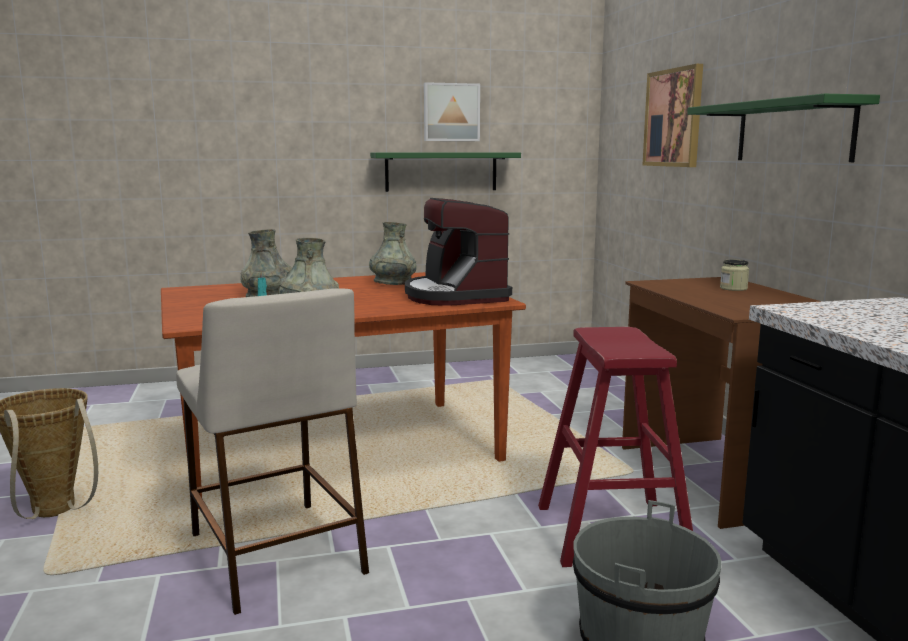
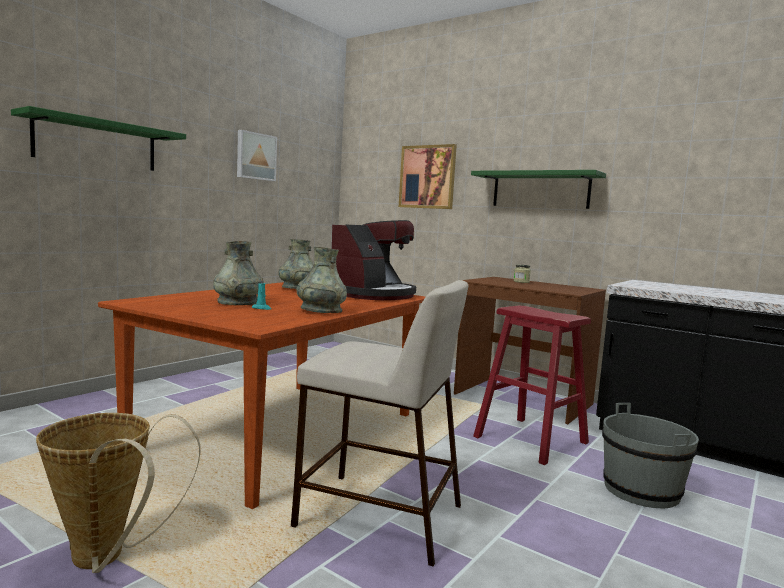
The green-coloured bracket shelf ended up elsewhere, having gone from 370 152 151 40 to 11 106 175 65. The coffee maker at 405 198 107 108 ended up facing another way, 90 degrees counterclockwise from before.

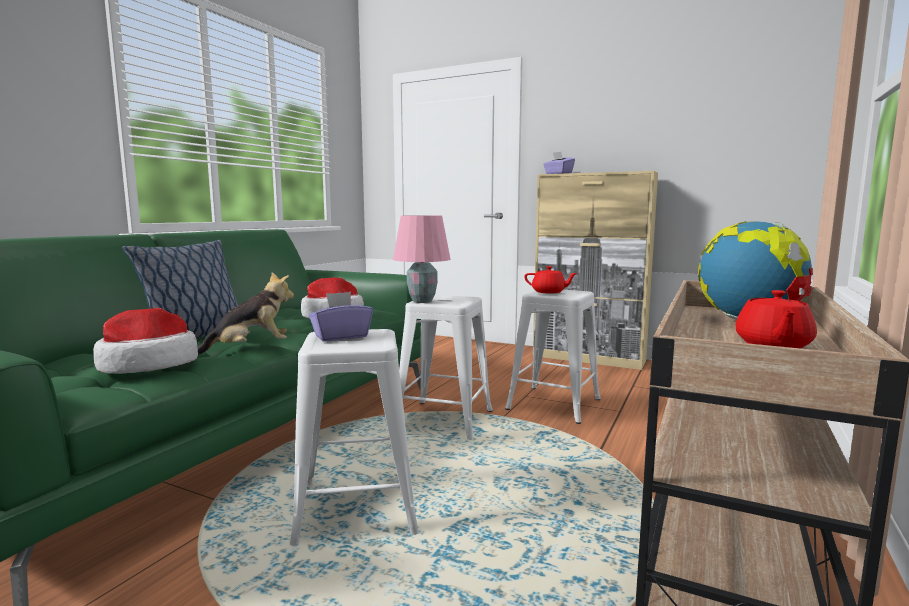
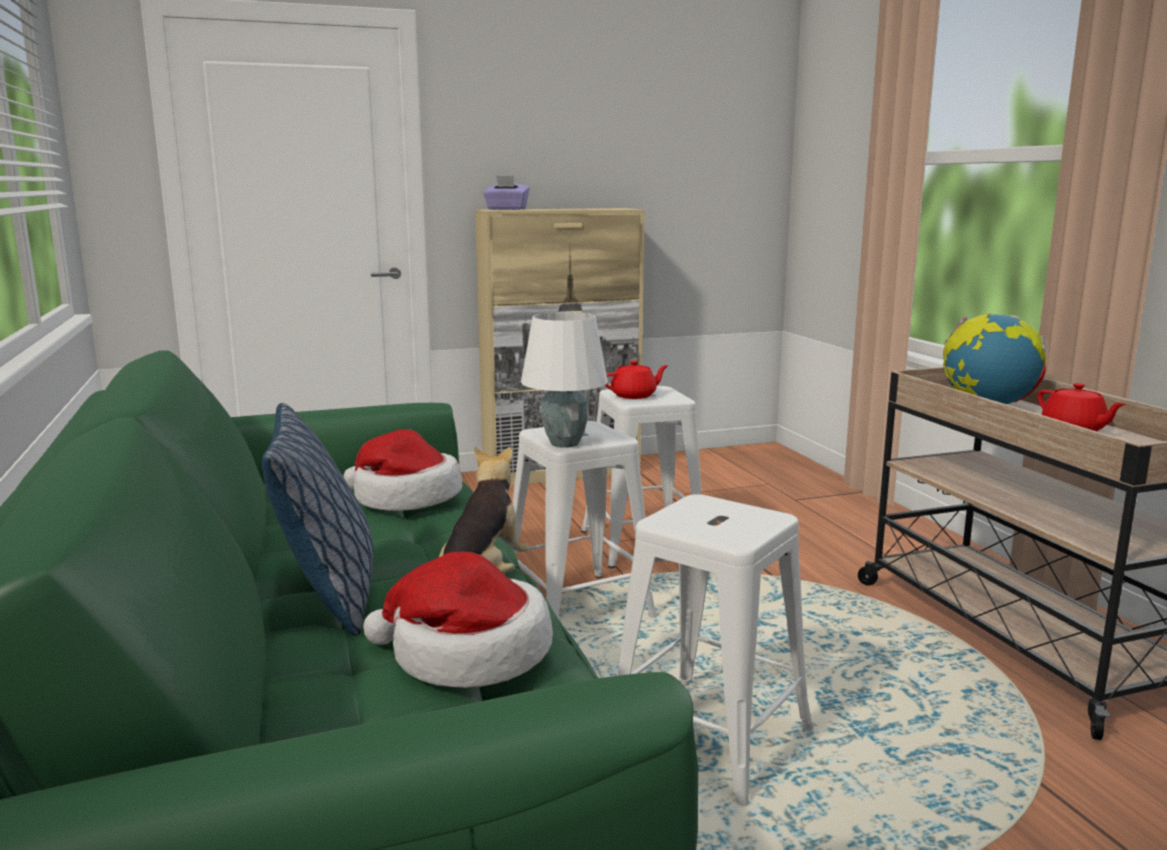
What was the pinkish table lamp at 393 215 57 88 turned into the whitish table lamp at 521 312 87 136. The second view lost the purple-coloured box of tissues at 309 292 64 49.

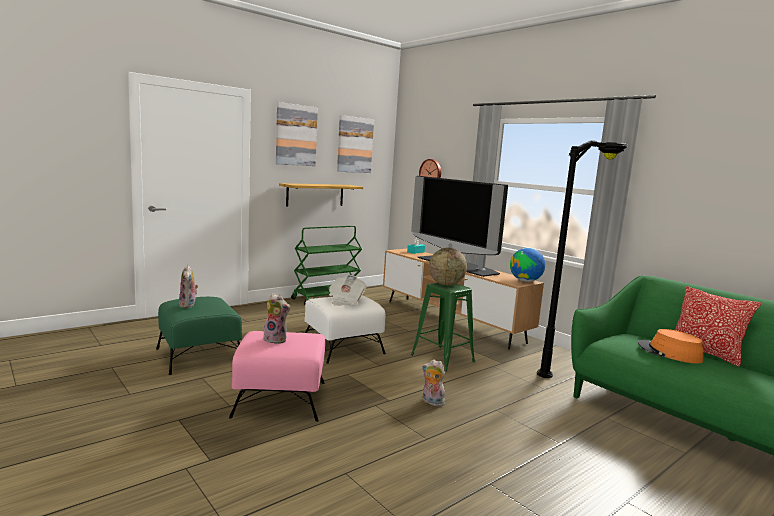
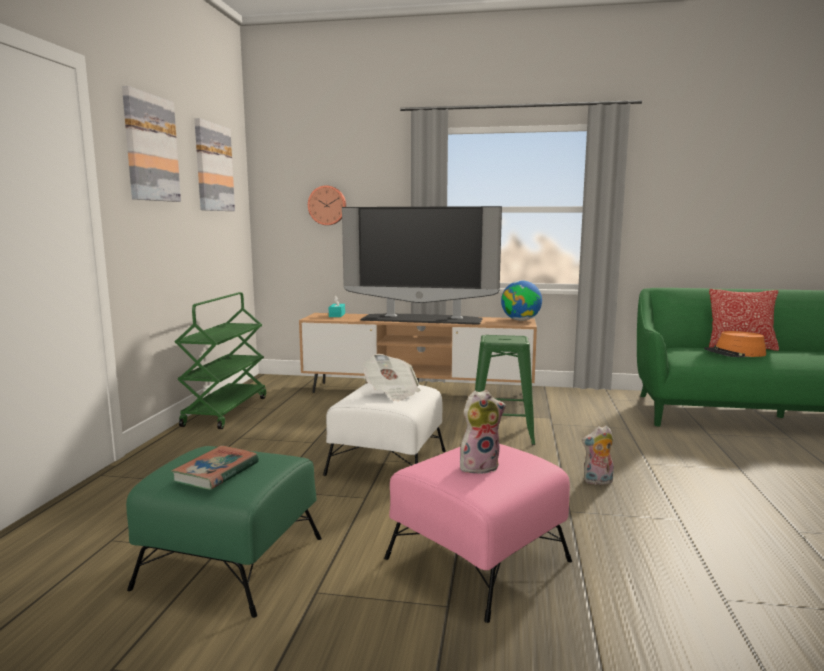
The second view lost the black-coloured floor lamp at 537 140 92 238. The second view lost the bracket shelf at 279 183 84 23. The second view lost the world globe at 429 248 38 38. Where the cuddly toy stood at 179 265 19 43, the bound book came to stand at 171 445 88 45.

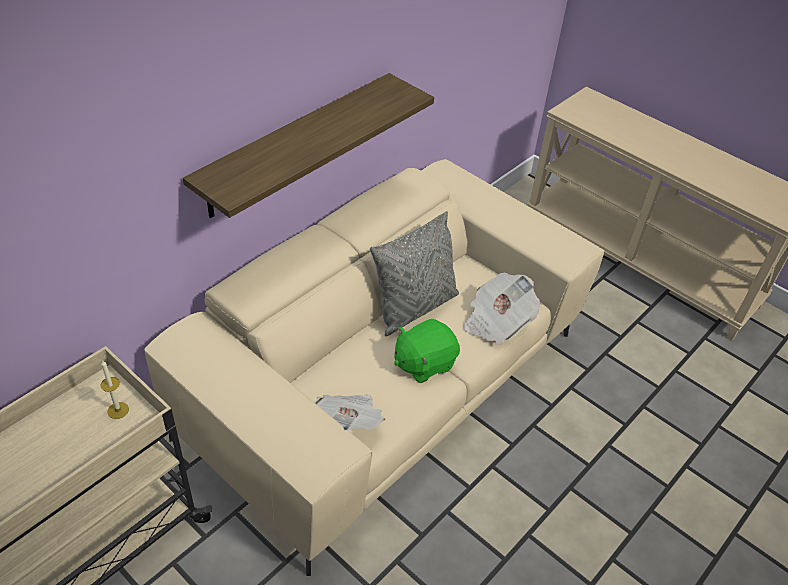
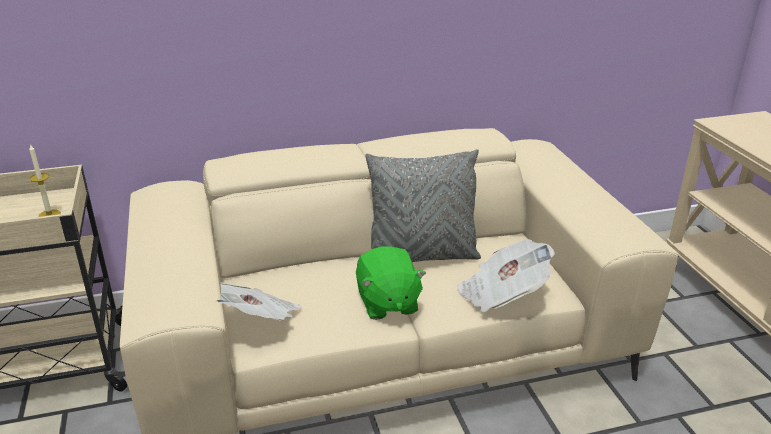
The second view lost the bracket shelf at 183 73 251 145. The green-coloured cuddly toy at 394 319 66 64 ended up facing another way, 105 degrees counterclockwise from before.

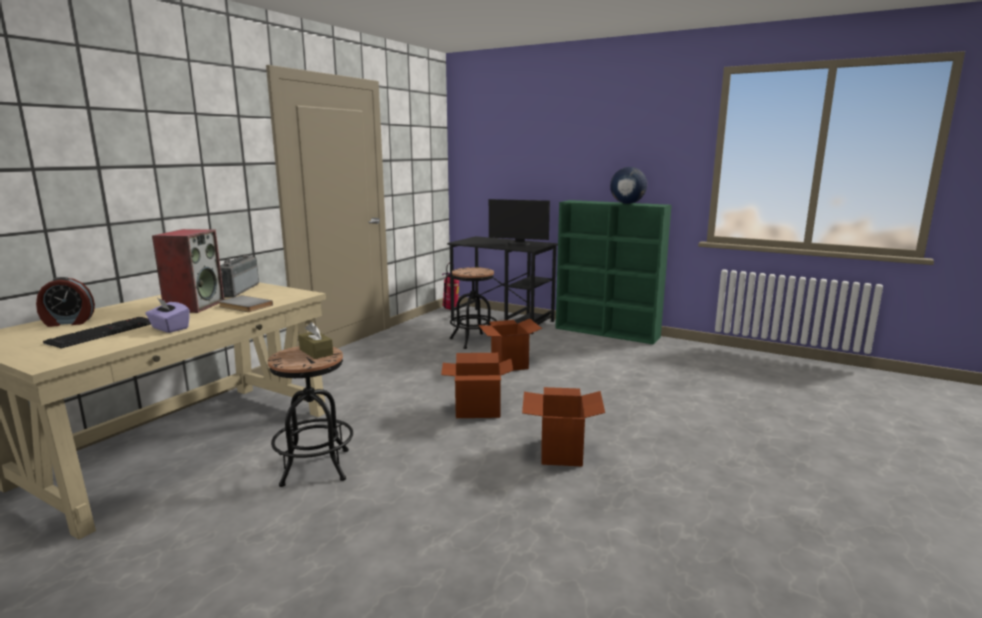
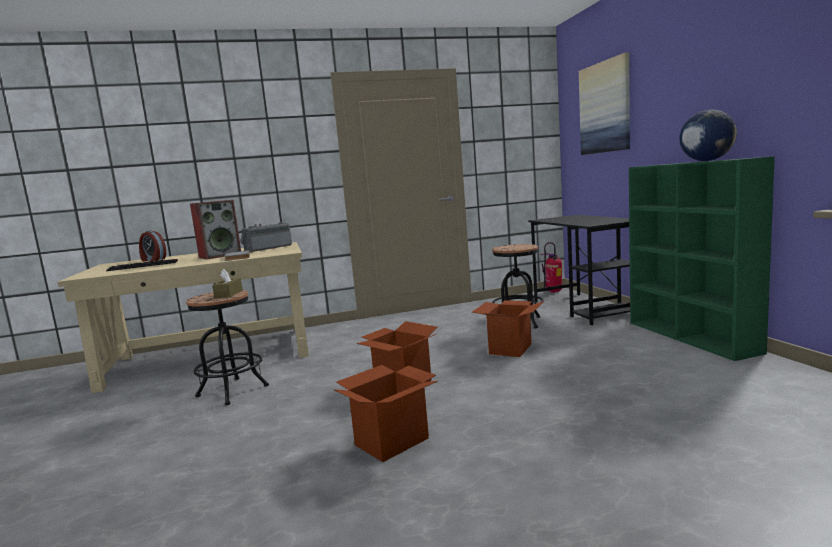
The second view lost the monitor at 489 199 61 47. The second view lost the purple-coloured box of tissues at 145 298 45 35. The second view gained the picture at 579 52 51 103.

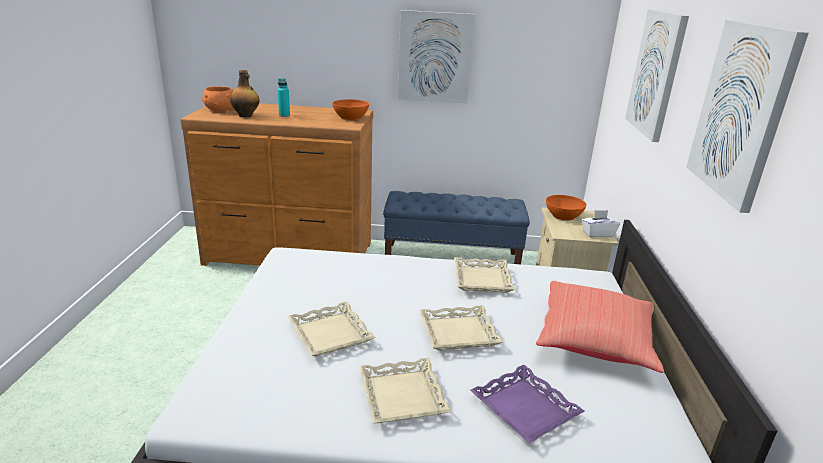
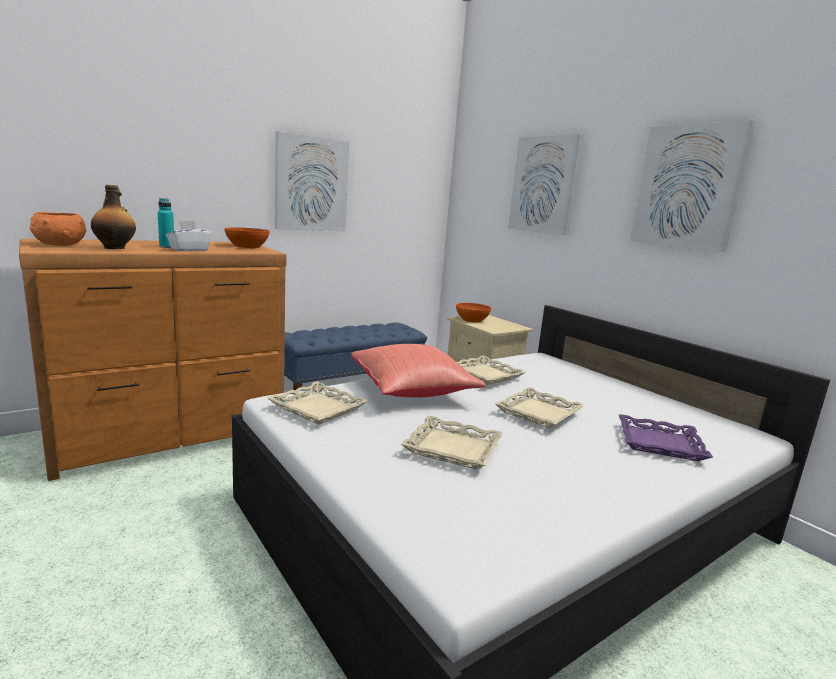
The whitish box of tissues ended up elsewhere, having gone from 582 210 38 28 to 166 220 46 31. The reddish throw pillow ended up elsewhere, having gone from 536 281 128 92 to 351 344 135 54. The sand-coloured serving tray ended up elsewhere, having gone from 359 358 93 65 to 268 381 100 44.

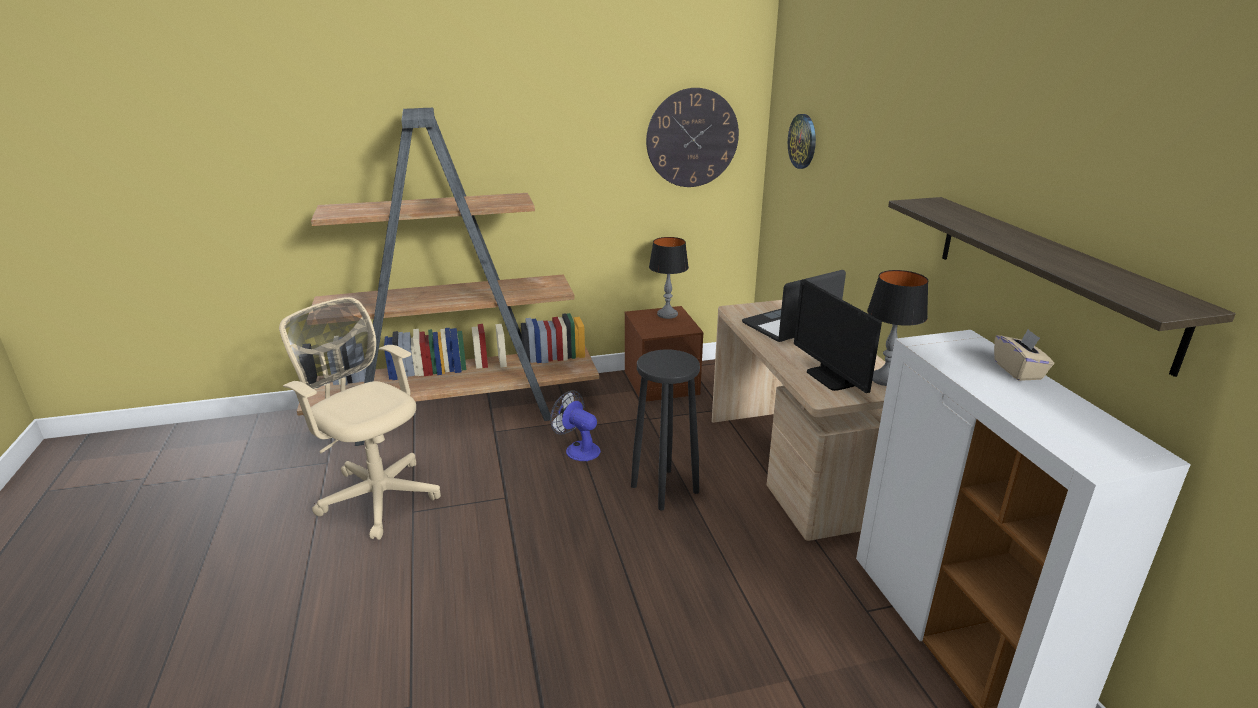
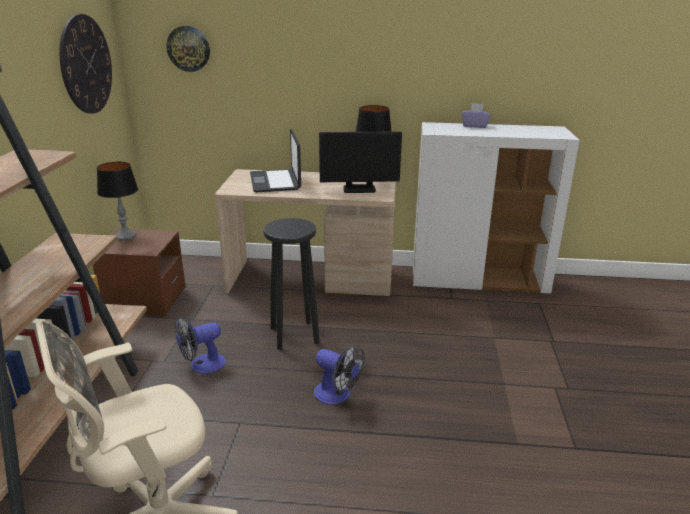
The second view lost the bracket shelf at 888 197 348 180. What was the sand-coloured box of tissues at 994 329 60 52 turned into the purple-coloured box of tissues at 462 103 29 25. The second view gained the cooling fan at 314 345 51 60.

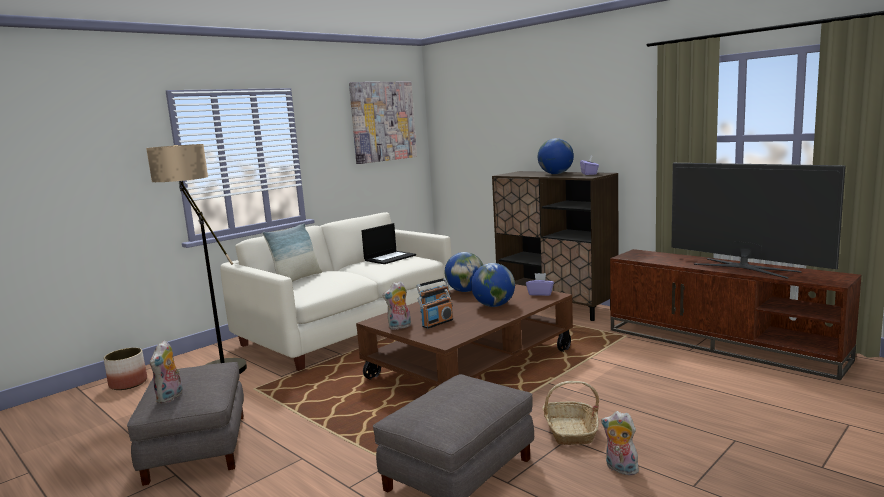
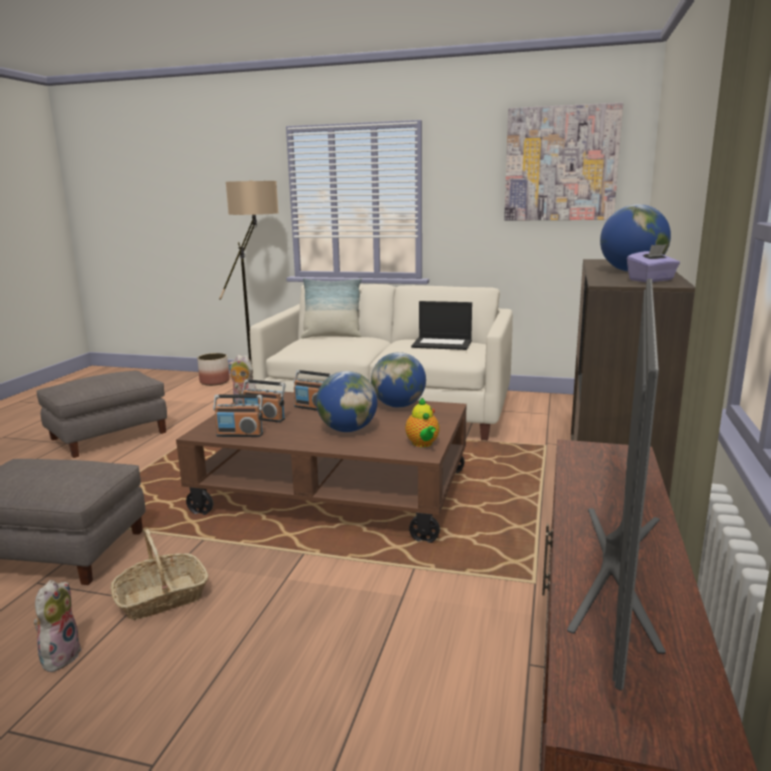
Where the purple-coloured box of tissues stood at 526 273 28 23, the teapot came to stand at 405 397 35 50. The second view lost the cuddly toy at 150 340 33 63. The second view gained the radio receiver at 213 395 50 42.

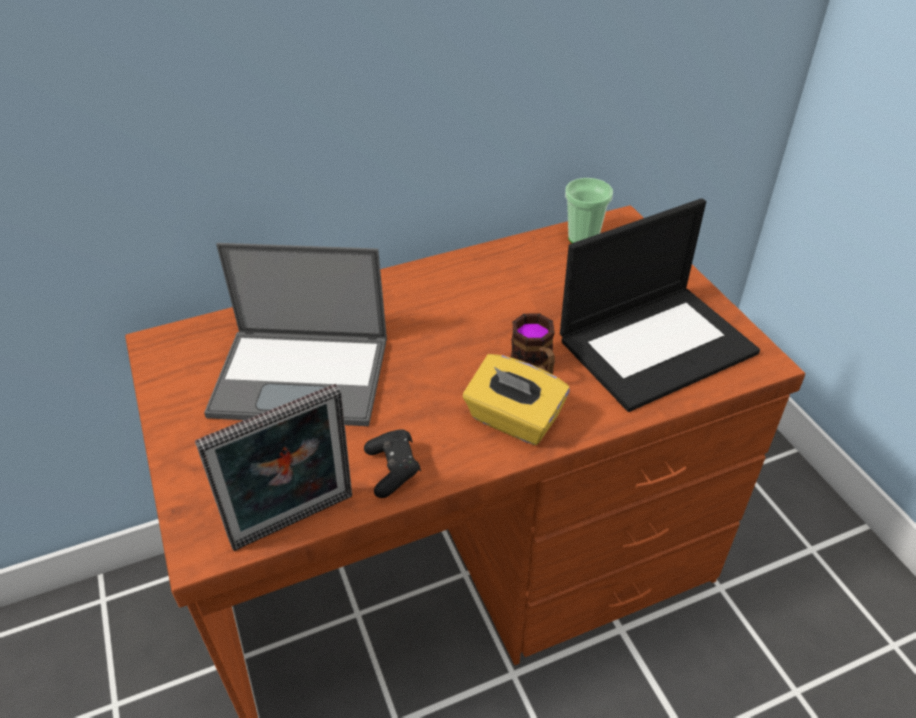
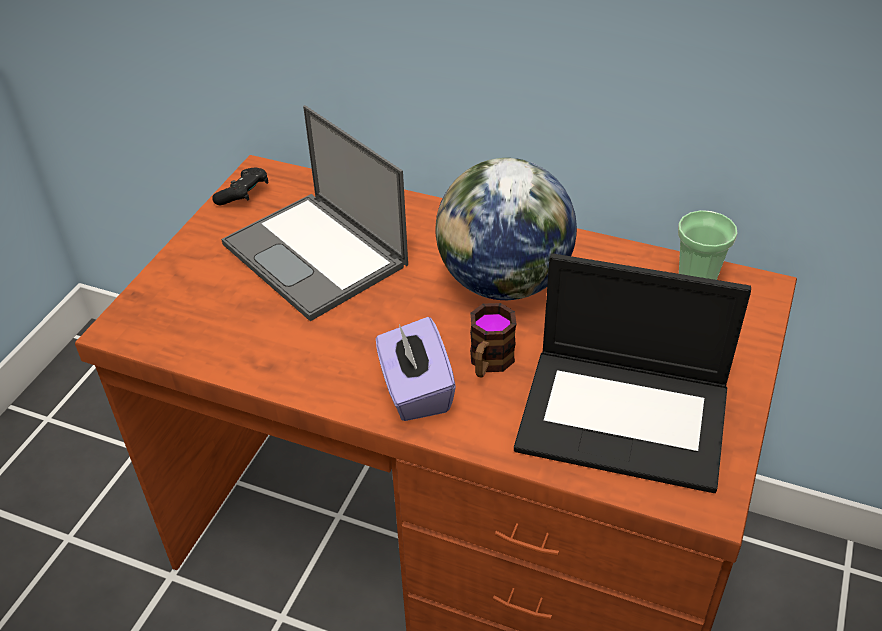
What was the yellowish box of tissues at 463 354 107 91 turned into the purple-coloured box of tissues at 376 317 80 104. The second view lost the standing frame at 195 384 157 167. The black-coloured joypad ended up elsewhere, having gone from 364 429 57 69 to 212 167 56 38. The second view gained the world globe at 435 158 142 142.

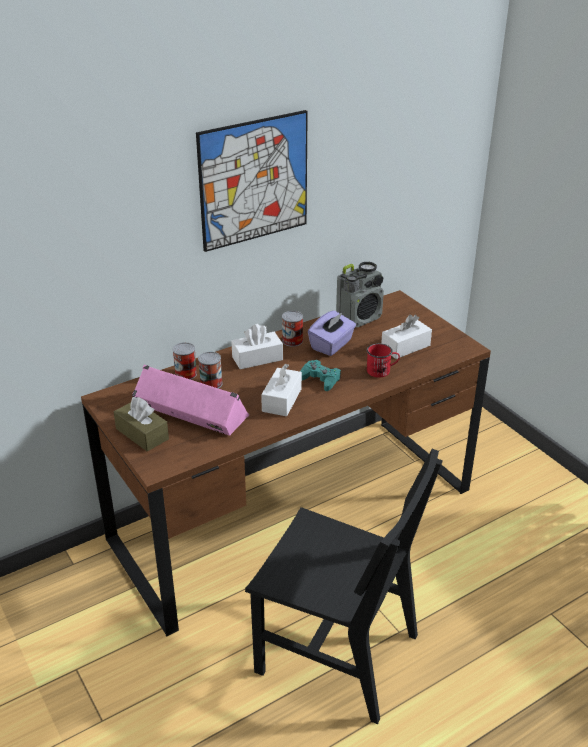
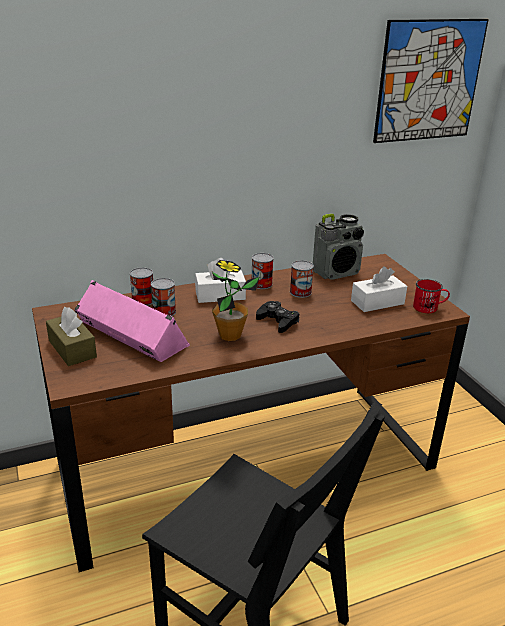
The picture ended up elsewhere, having gone from 196 110 112 142 to 373 19 116 124. Where the purple-coloured box of tissues stood at 308 310 48 46, the metal can came to stand at 290 260 24 38. The reddish mug ended up elsewhere, having gone from 367 343 33 35 to 413 279 37 34. What was the turquoise-coloured joypad at 300 360 41 31 turned into the black-coloured joypad at 256 301 43 32. Where the whitish box of tissues stood at 261 364 41 53, the houseplant came to stand at 212 260 47 81.

